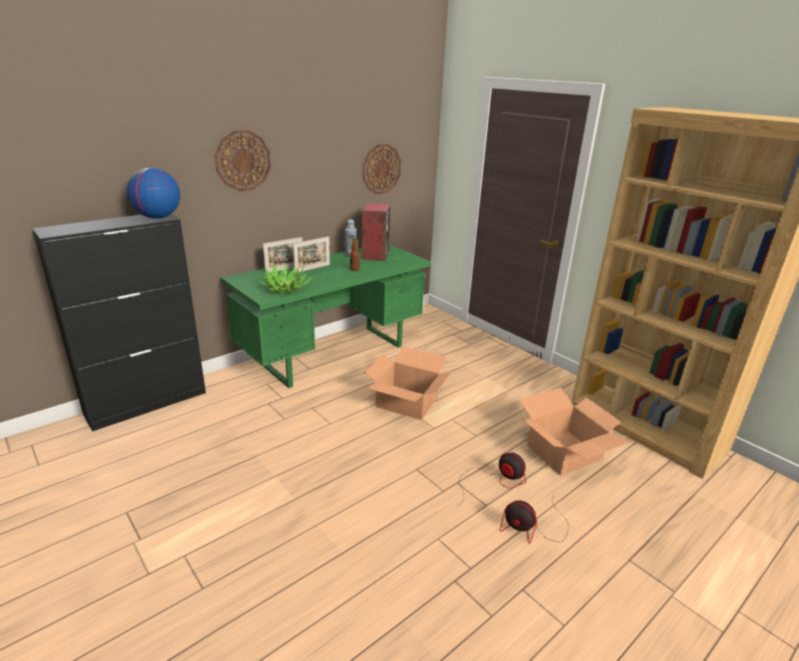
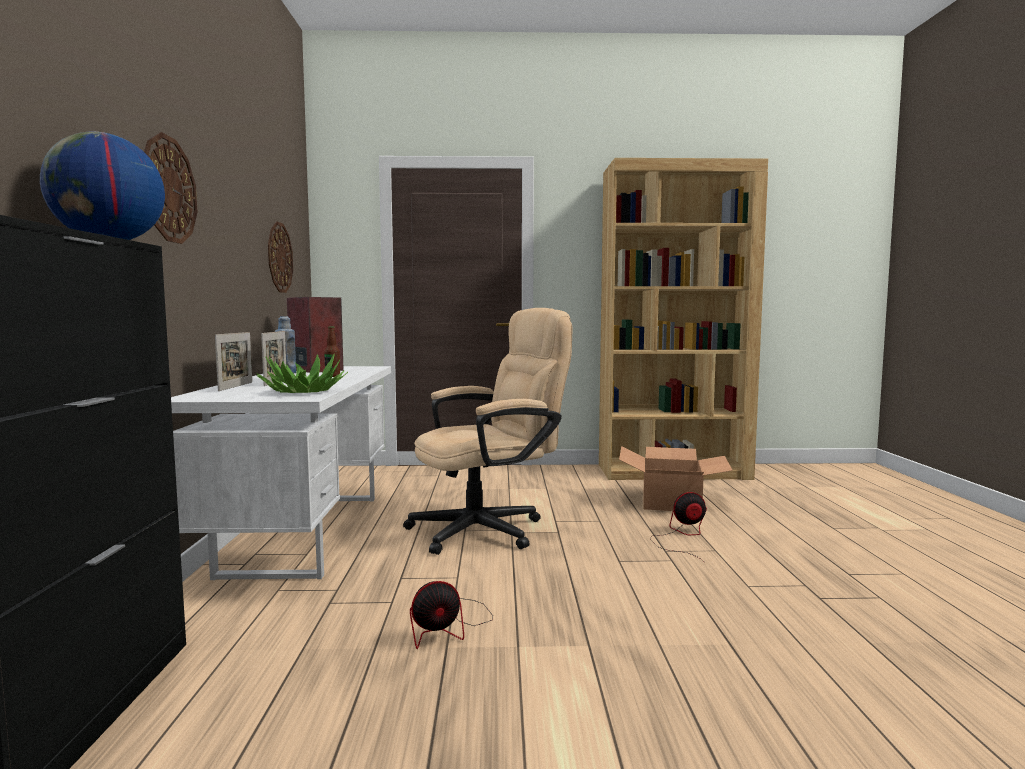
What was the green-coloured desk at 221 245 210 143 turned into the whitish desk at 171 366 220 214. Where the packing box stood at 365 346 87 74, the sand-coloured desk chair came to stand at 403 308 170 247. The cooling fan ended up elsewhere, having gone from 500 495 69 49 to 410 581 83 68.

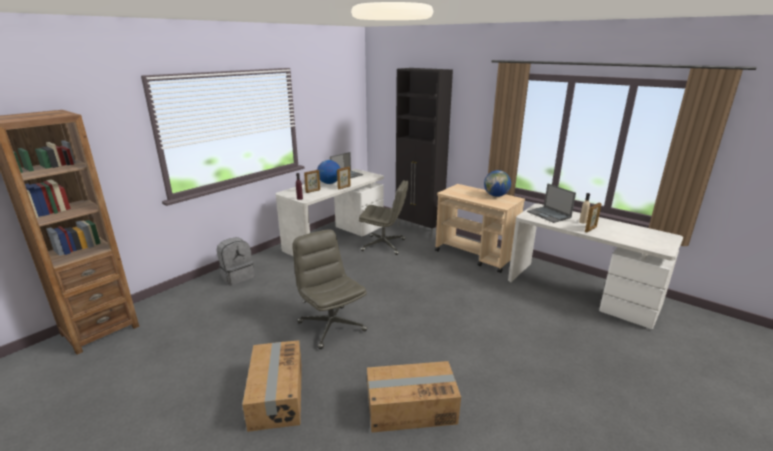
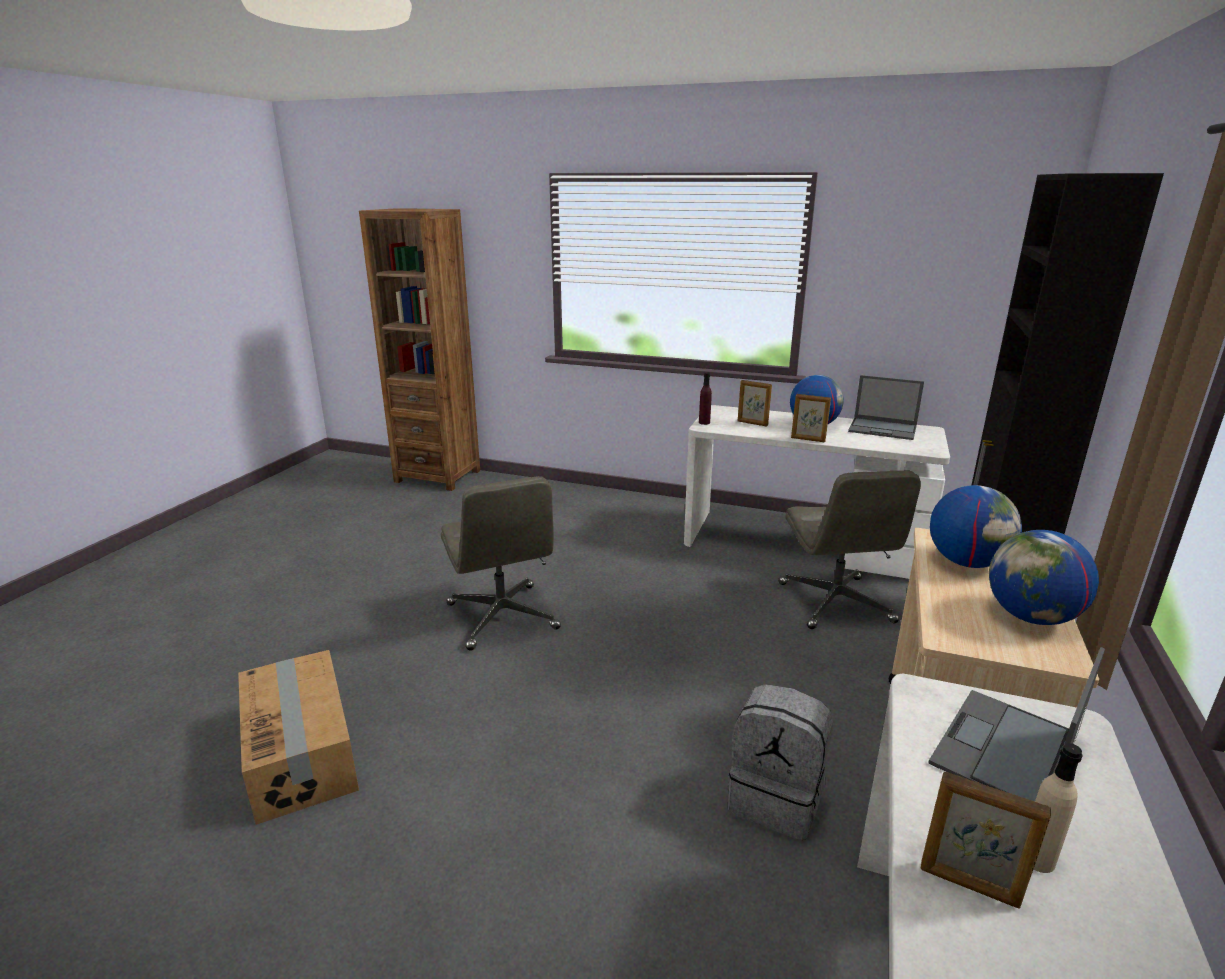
The greyish desk chair at 292 229 75 120 ended up facing another way, 120 degrees clockwise from before. The greyish backpack ended up elsewhere, having gone from 217 237 37 49 to 728 684 105 156. The second view lost the packing box at 242 340 60 92. The second view gained the world globe at 930 485 92 83.

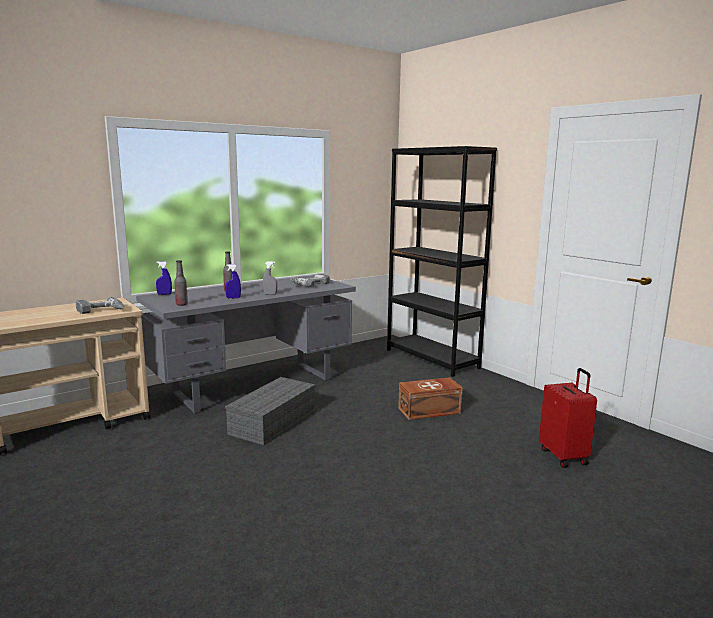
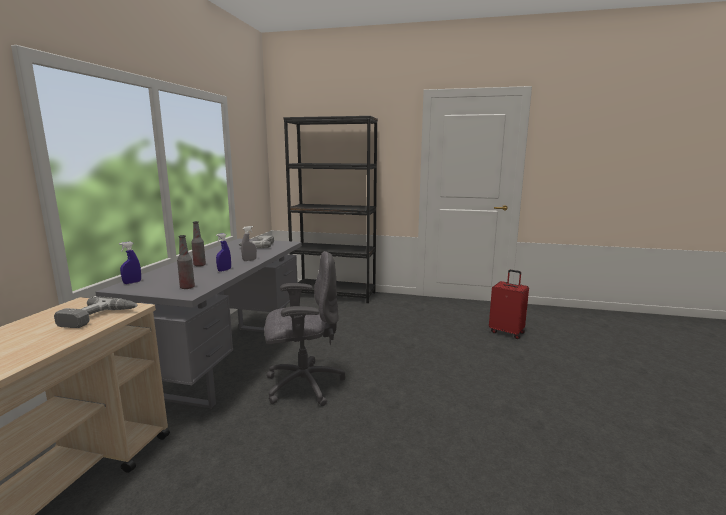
Where the greyish storage bin stood at 225 377 90 68, the greyish desk chair came to stand at 265 251 80 155. The second view lost the brown storage bin at 398 377 65 43.

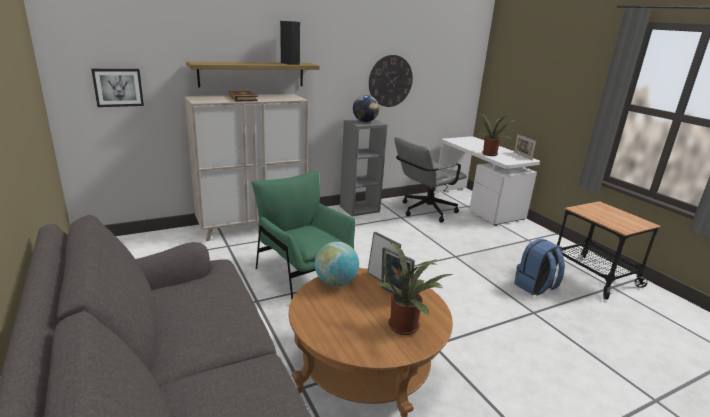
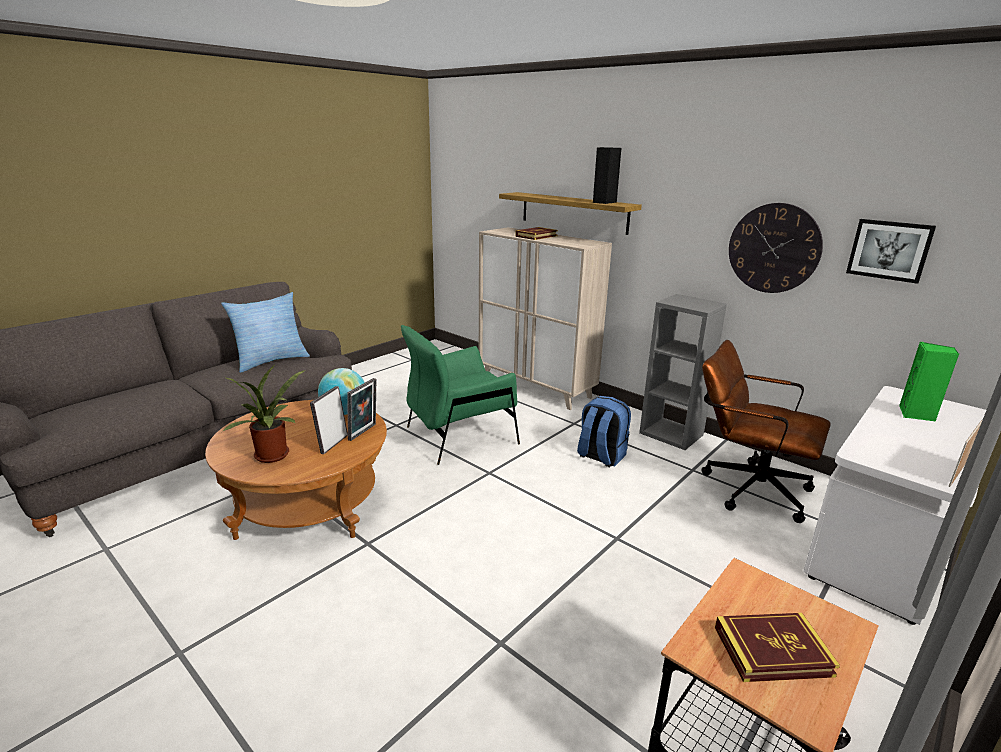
The picture ended up elsewhere, having gone from 91 69 53 38 to 846 219 90 65. The second view lost the world globe at 353 95 26 27. The second view lost the houseplant at 475 112 40 44. What was the greyish desk chair at 394 137 73 86 turned into the brown desk chair at 701 340 129 183. The green-coloured armchair at 251 170 104 130 ended up facing another way, 150 degrees counterclockwise from before. The blue-coloured backpack ended up elsewhere, having gone from 514 239 51 57 to 577 396 54 71. The second view gained the throw pillow at 221 292 89 81. The second view gained the green-coloured speaker at 899 342 60 79. The second view gained the bound book at 715 613 125 69.

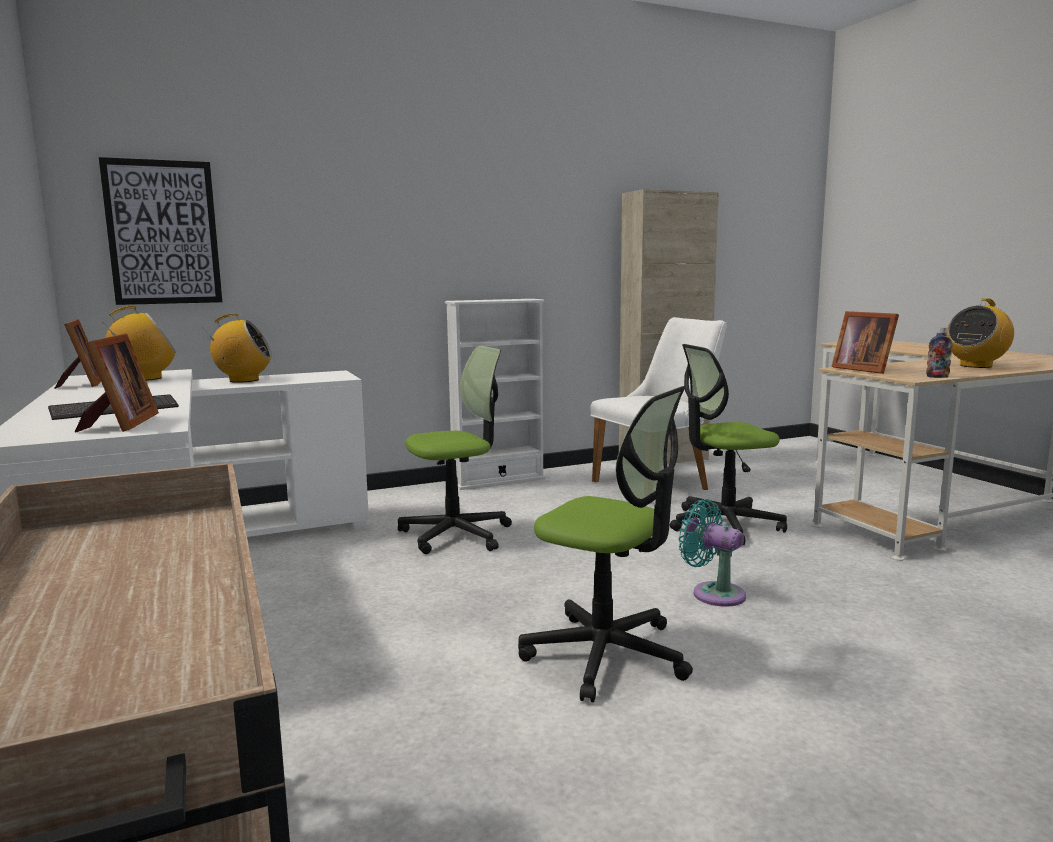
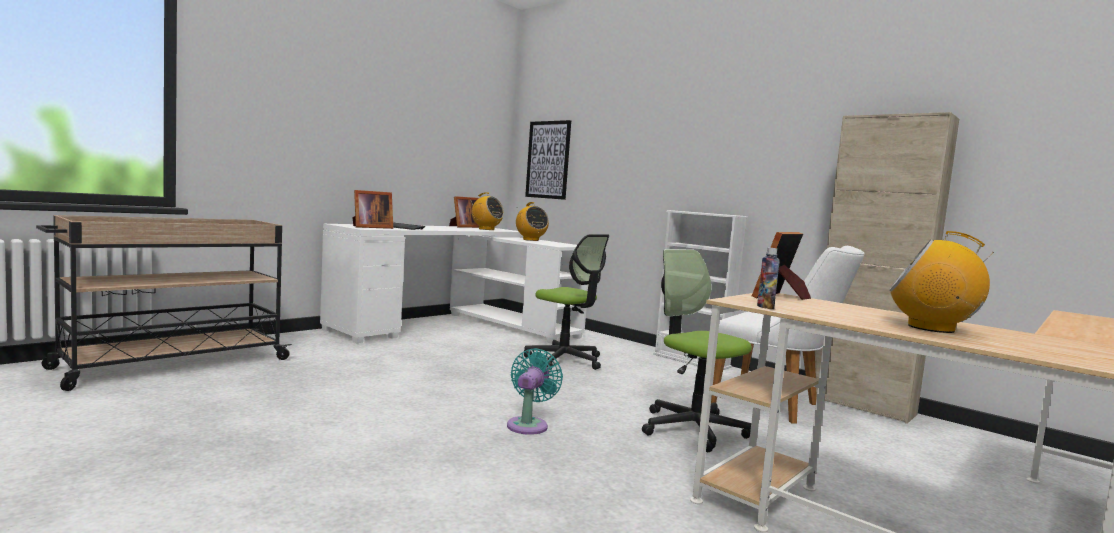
The second view lost the desk chair at 518 386 175 316.

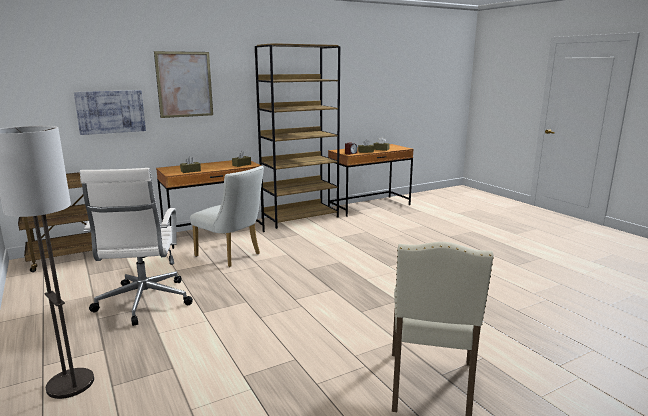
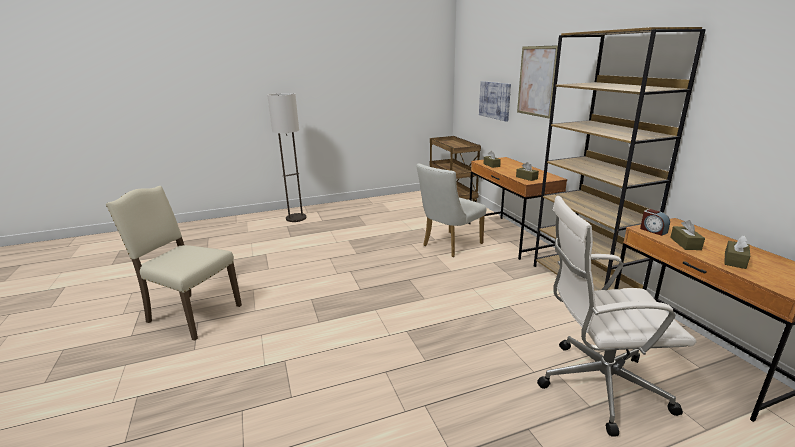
The whitish desk chair ended up elsewhere, having gone from 80 168 113 158 to 537 196 159 240.

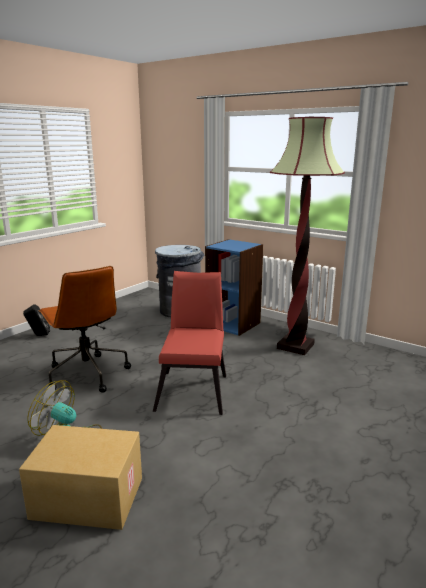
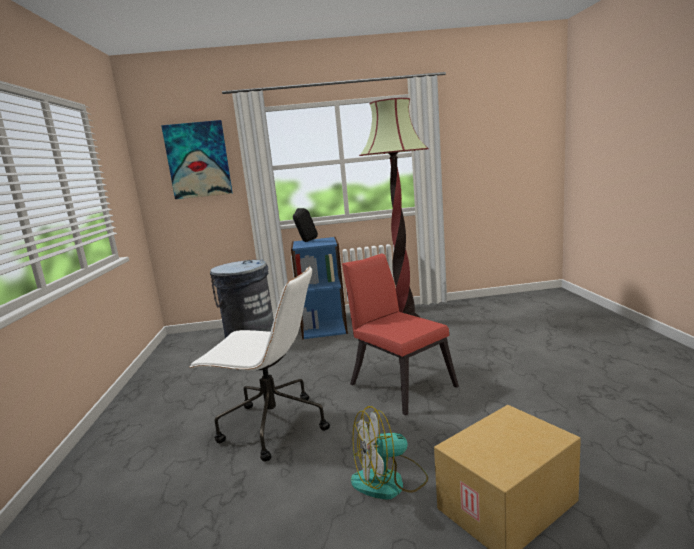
What was the brown desk chair at 39 266 92 126 turned into the whitish desk chair at 189 266 141 196. The black-coloured speaker ended up elsewhere, having gone from 23 304 27 32 to 293 208 25 34. The second view gained the picture at 161 120 72 79.

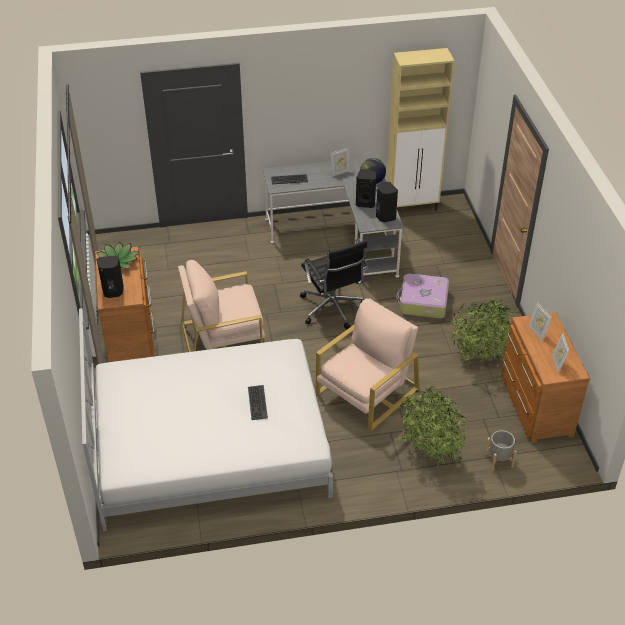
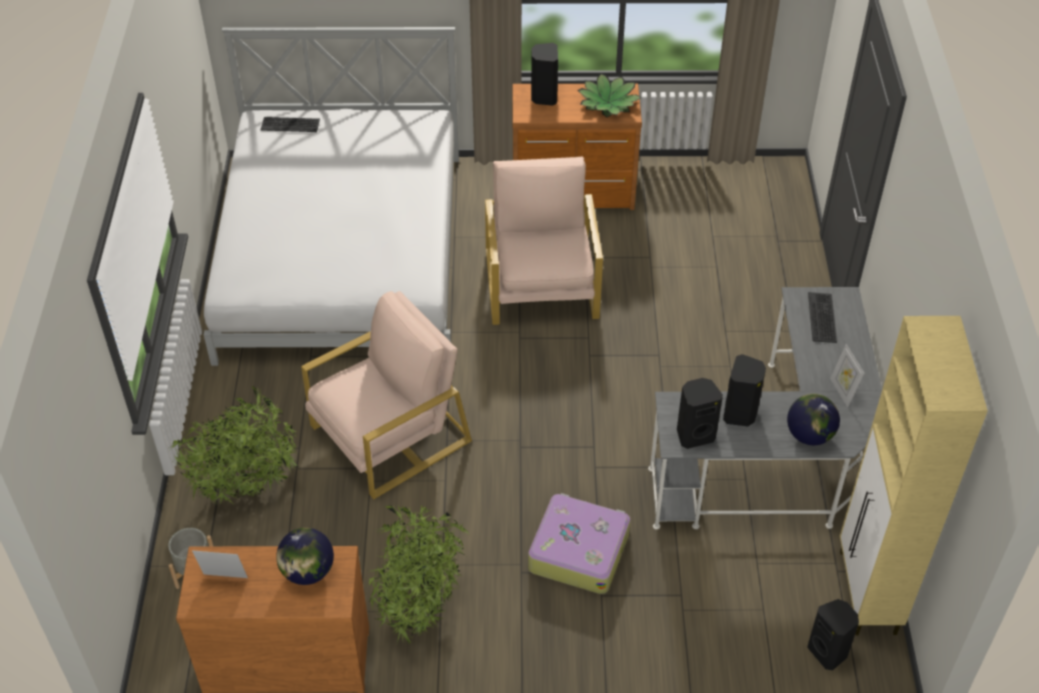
The second view lost the black-coloured desk chair at 300 240 67 89. The sand-coloured armchair at 315 298 105 133 ended up facing another way, 90 degrees counterclockwise from before. Where the standing frame stood at 528 302 24 39, the world globe came to stand at 276 528 58 57. The keyboard ended up elsewhere, having gone from 248 385 20 35 to 261 117 59 15. The second view gained the black-coloured speaker at 807 599 52 71.

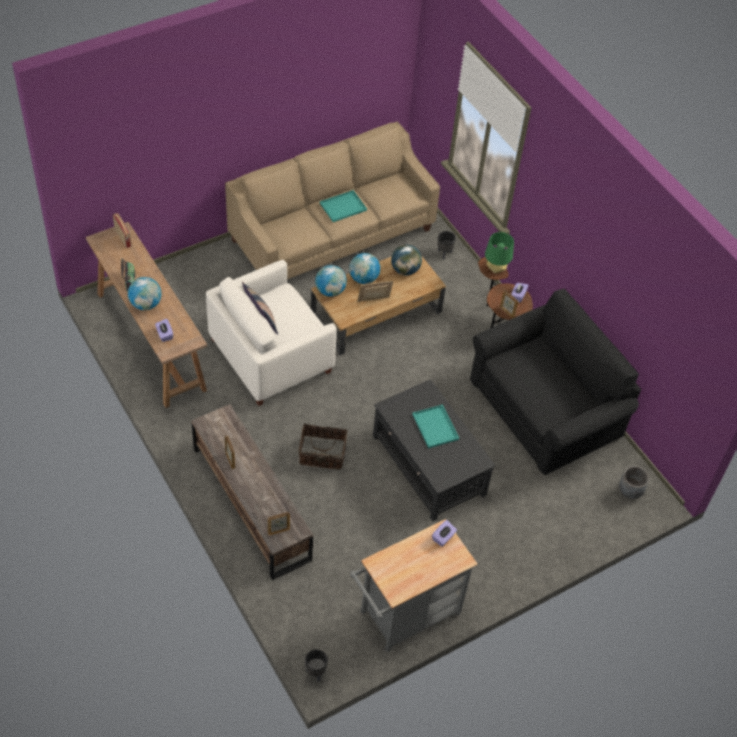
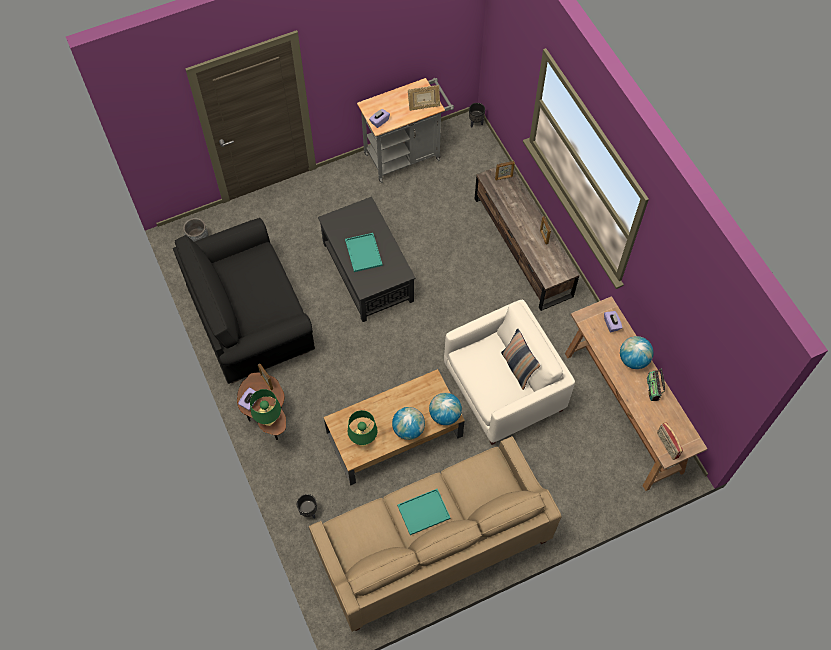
Where the world globe stood at 391 245 31 30, the green-coloured table lamp came to stand at 348 410 30 37. The standing frame ended up elsewhere, having gone from 357 281 37 21 to 408 85 32 26. The second view lost the basket at 299 424 48 45.

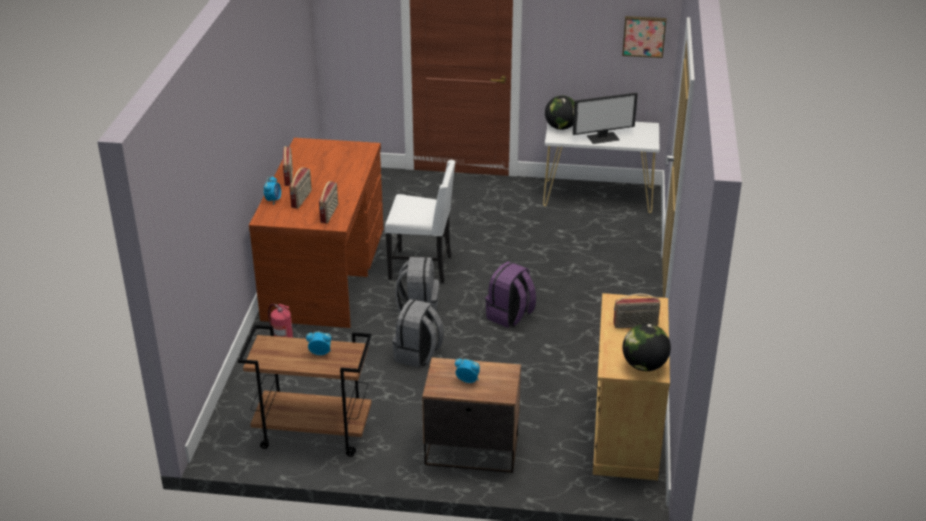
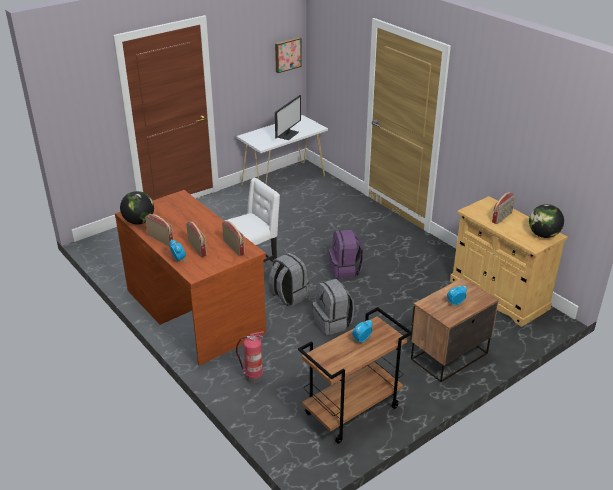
The world globe ended up elsewhere, having gone from 545 96 29 34 to 120 191 34 33.

